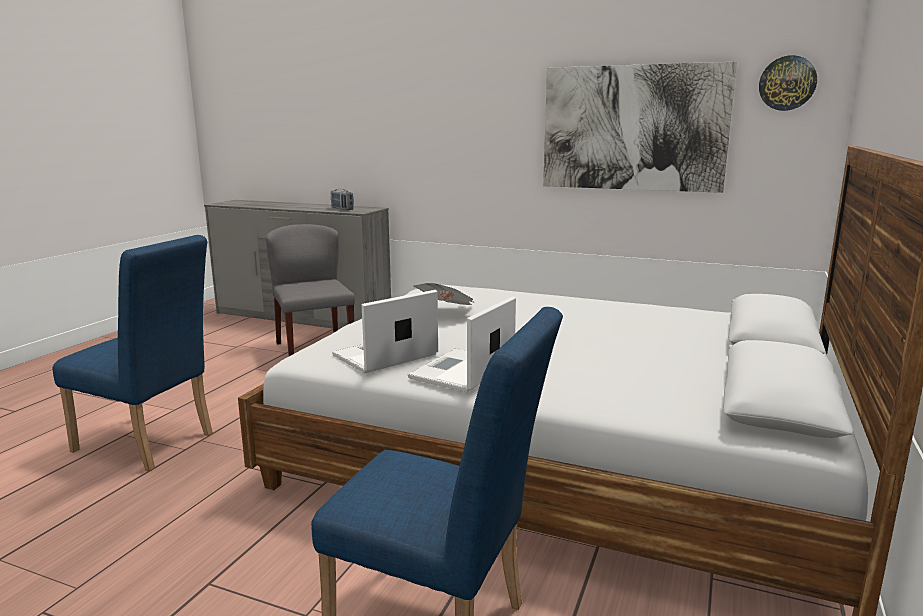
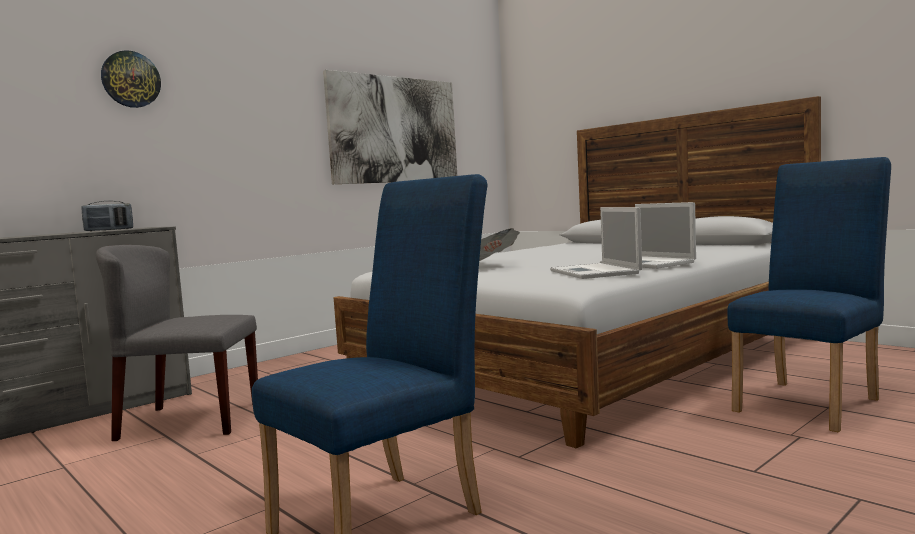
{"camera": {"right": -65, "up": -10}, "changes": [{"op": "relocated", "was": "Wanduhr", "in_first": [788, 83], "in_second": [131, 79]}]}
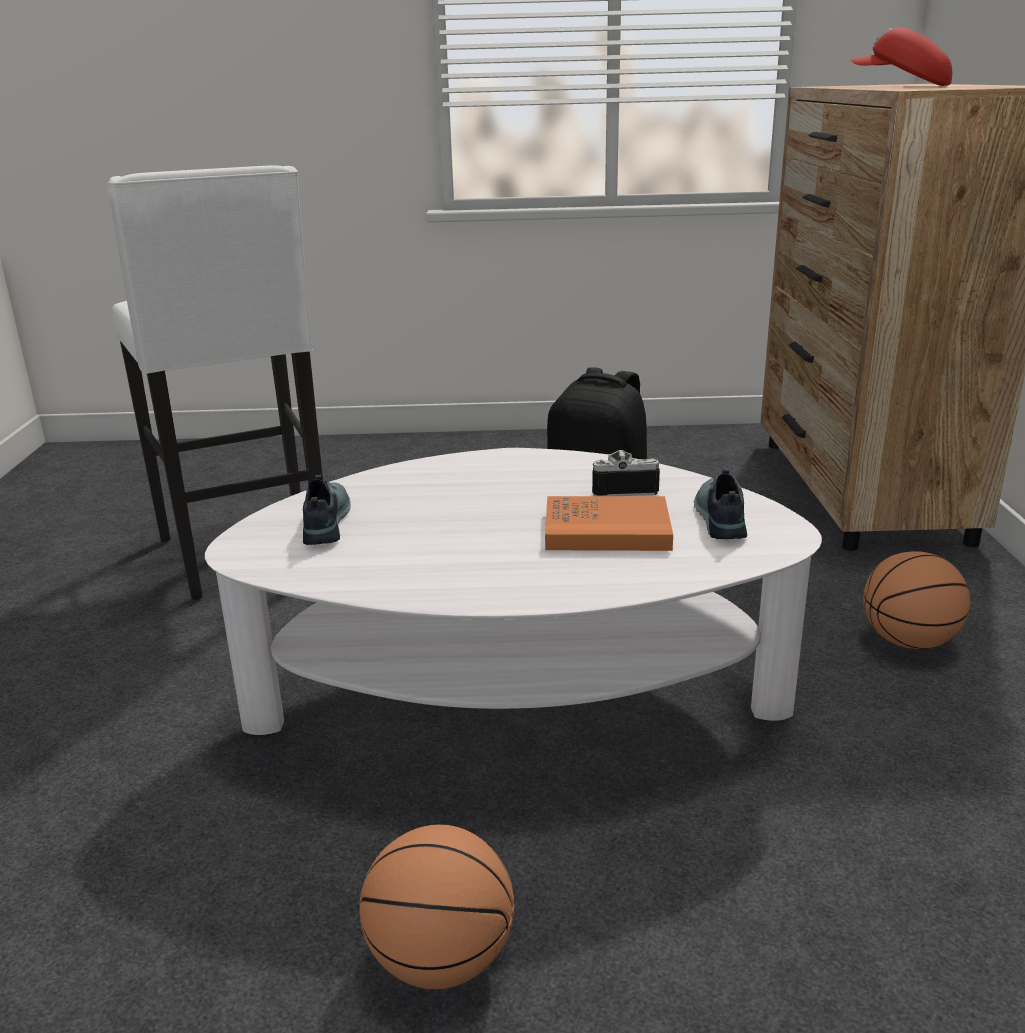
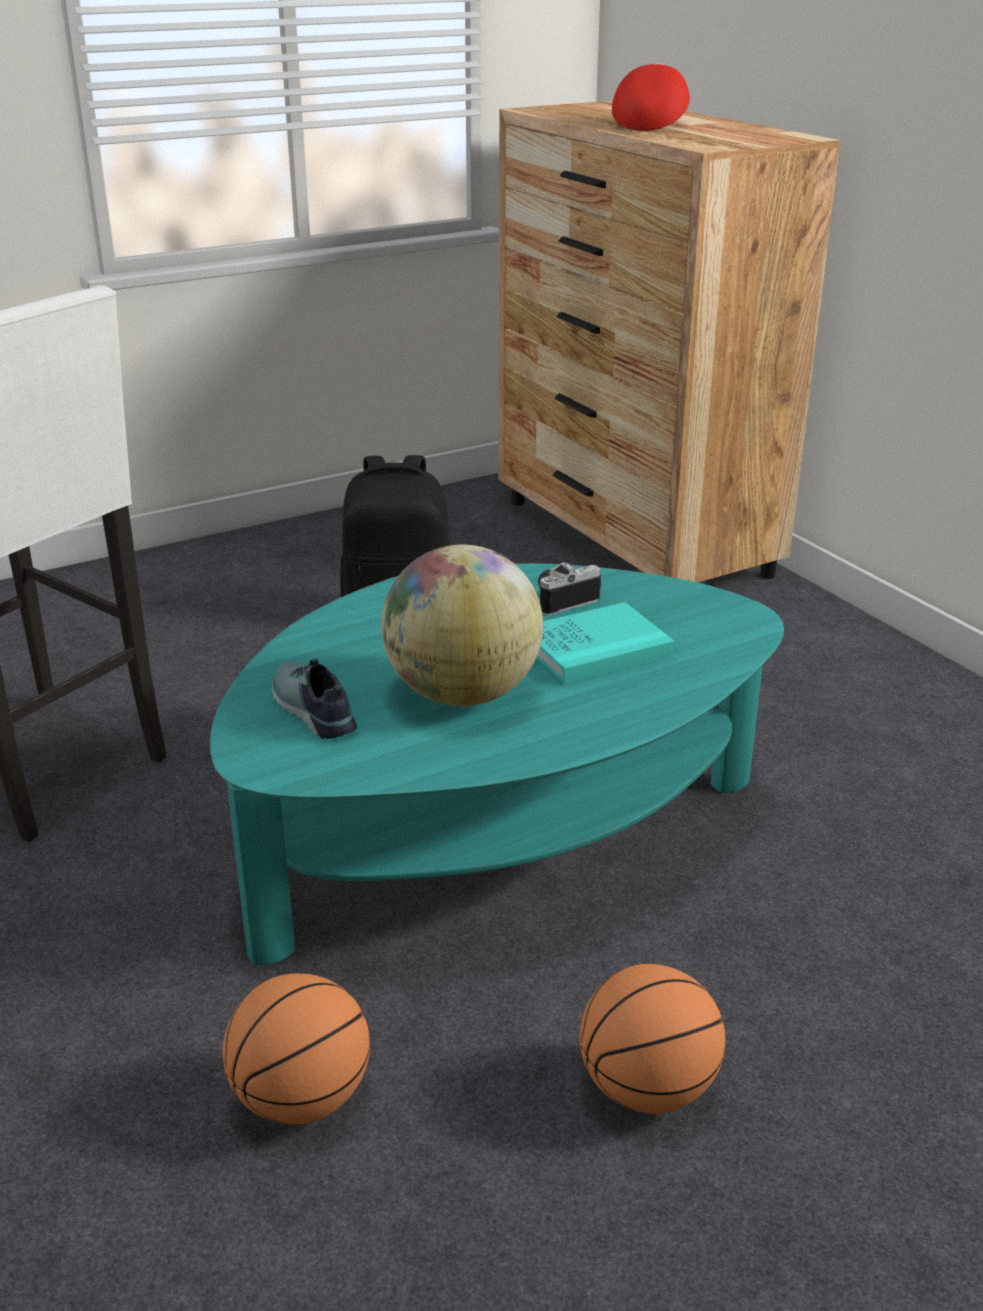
{"camera": {"right": -30, "up": 5}, "changes": [{"op": "missing", "was": "Schuh", "in_first": [720, 504]}, {"op": "appeared", "now": "Globus", "in_second": [462, 625]}, {"op": "relocated", "was": "Basketball", "in_first": [916, 600], "in_second": [296, 1049]}, {"op": "colour", "was": "Couchtisch (weiß)", "now": "Couchtisch (türkis)", "in_first": [513, 591], "in_second": [497, 764]}, {"op": "colour", "was": "Buch (orange)", "now": "Buch (türkis)", "in_first": [609, 523], "in_second": [606, 643]}, {"op": "spun", "was": "Kappe (rot)", "in_first": [901, 57], "in_second": [651, 97], "clockwise": 105}]}
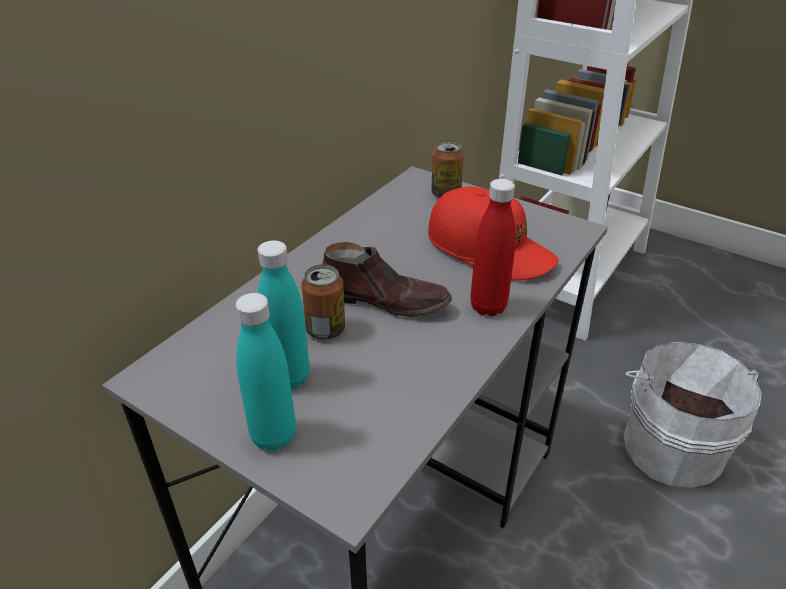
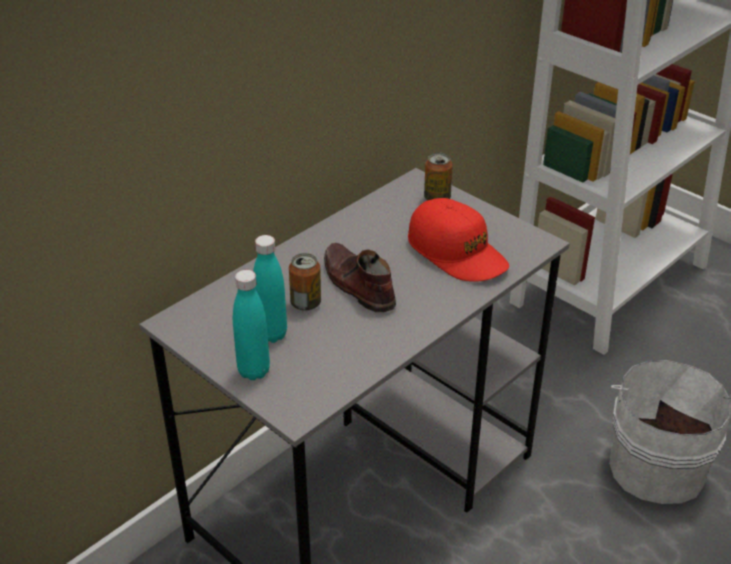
{"camera": {"right": 10, "up": 0}, "changes": [{"op": "missing", "was": "Flasche (rot)", "in_first": [493, 247]}, {"op": "spun", "was": "Schuh (braun)", "in_first": [387, 279], "in_second": [360, 278], "clockwise": -150}]}
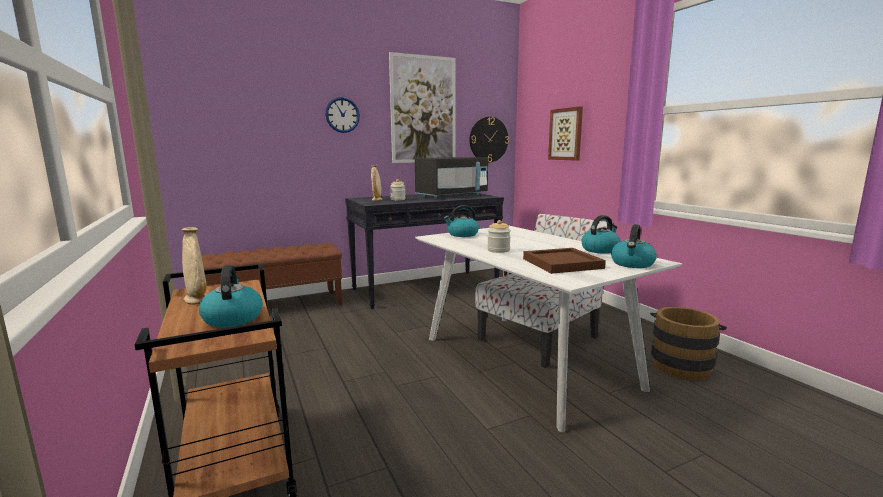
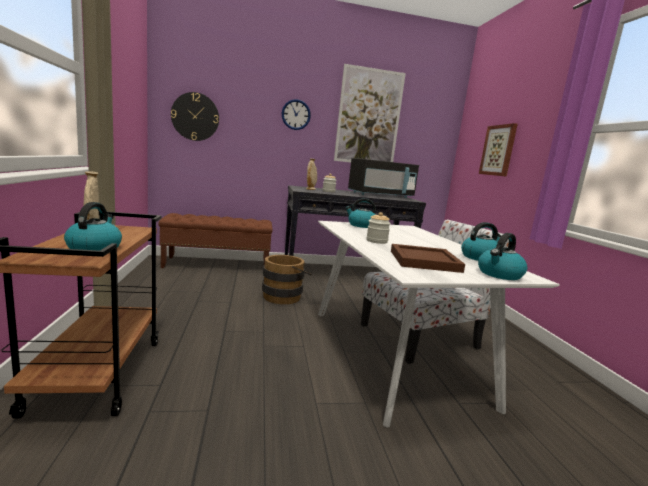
{"camera": {"right": 15, "up": 0}, "changes": [{"op": "relocated", "was": "Wanduhr", "in_first": [489, 139], "in_second": [195, 116]}, {"op": "relocated", "was": "Eimer (braun)", "in_first": [688, 344], "in_second": [287, 279]}]}
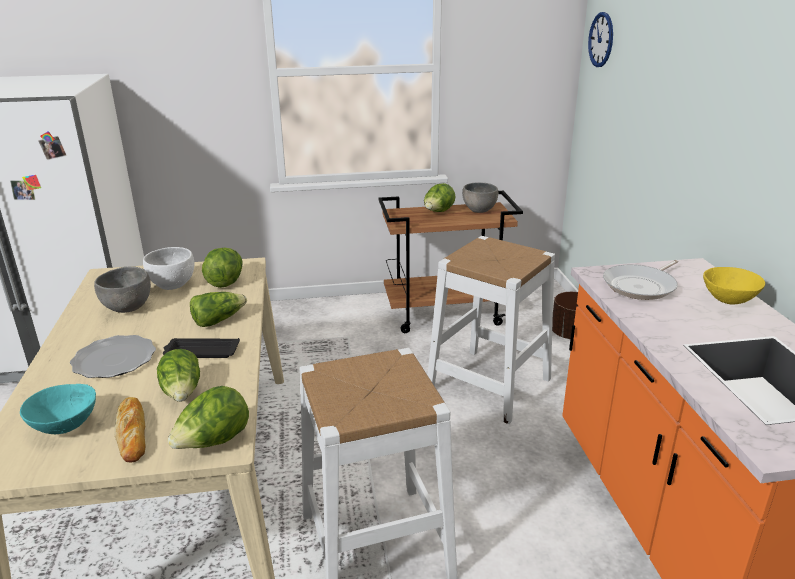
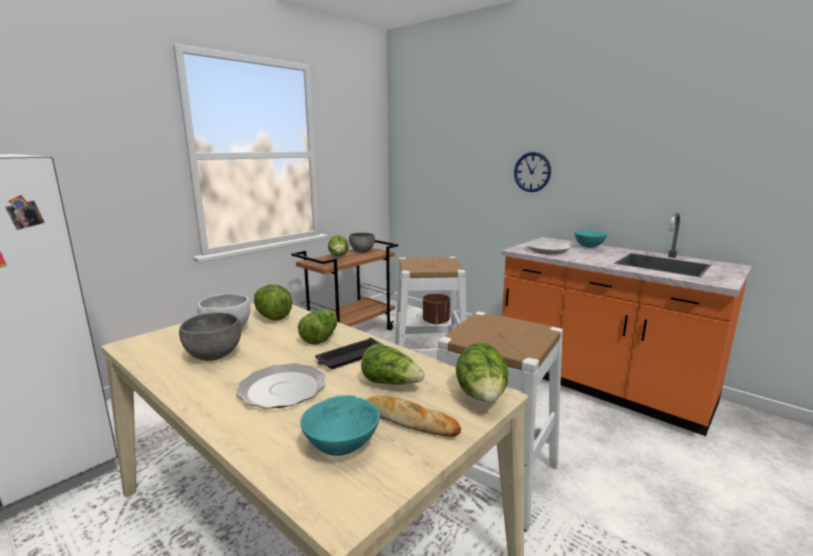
{"camera": {"right": -40, "up": -10}, "changes": [{"op": "relocated", "was": "Wanduhr", "in_first": [600, 39], "in_second": [532, 172]}, {"op": "colour", "was": "Schüssel (gelb)", "now": "Schüssel (türkis)", "in_first": [734, 286], "in_second": [590, 239]}]}
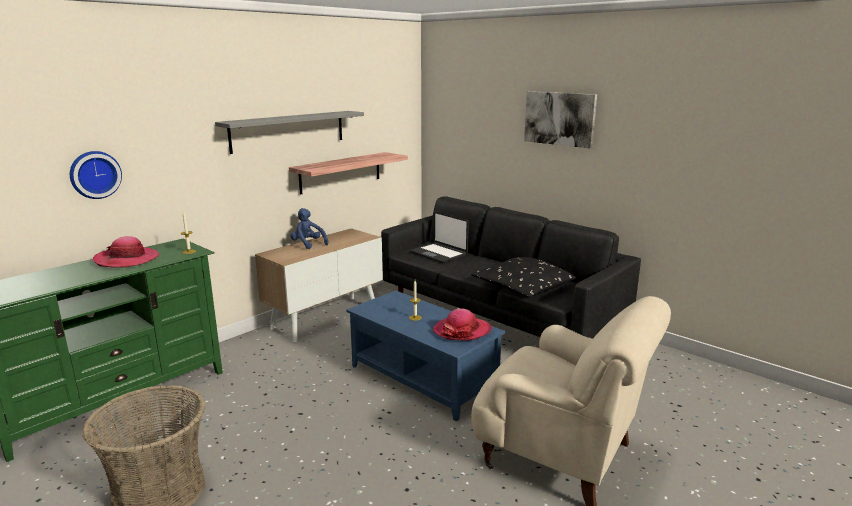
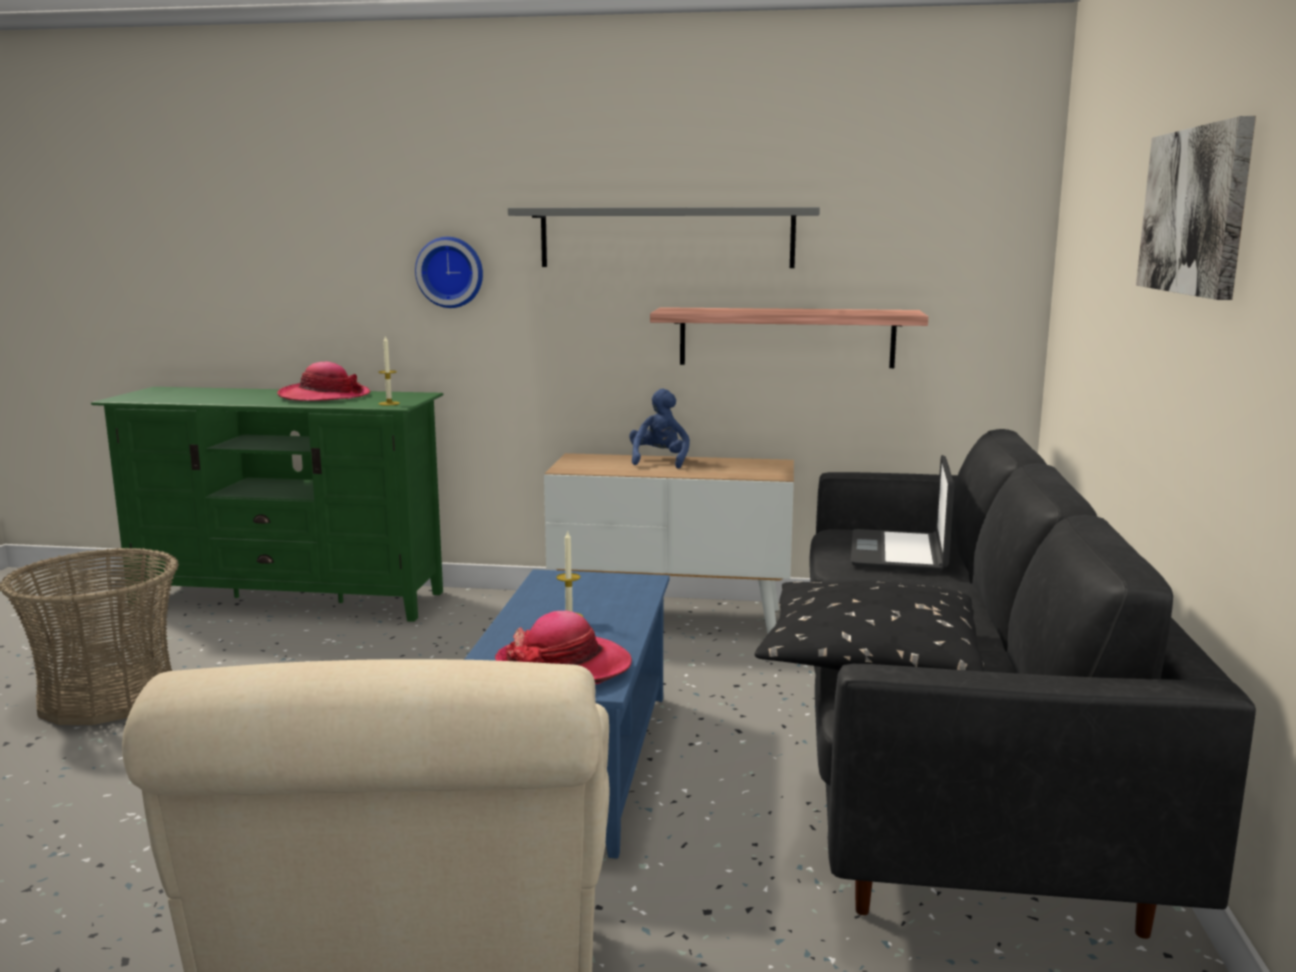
{"camera": {"right": 55, "up": -5}, "changes": [{"op": "relocated", "was": "Wanduhr", "in_first": [96, 175], "in_second": [449, 272]}]}
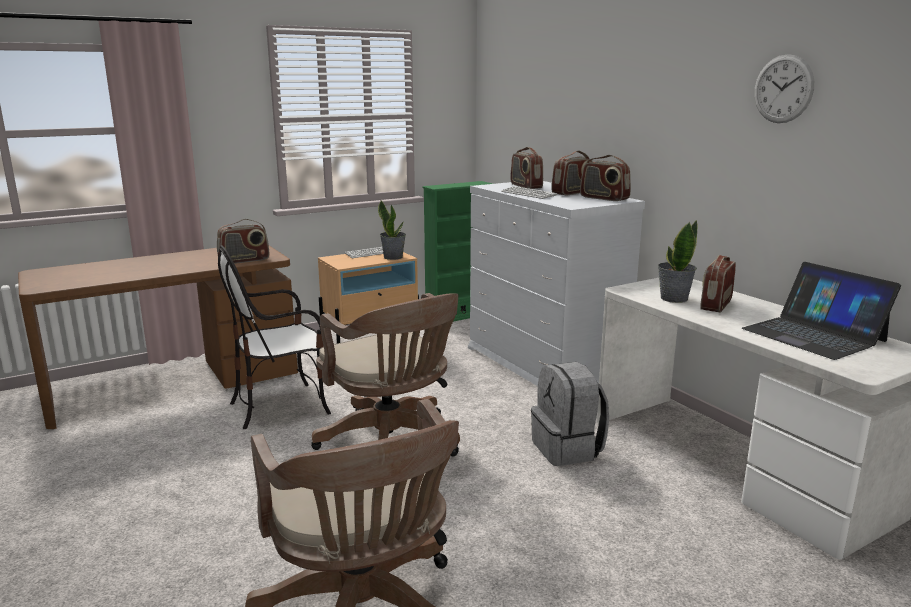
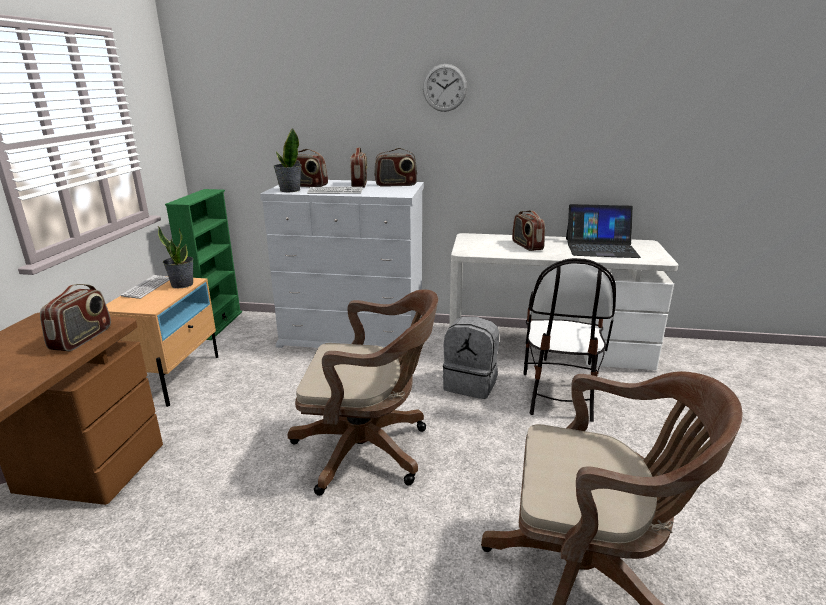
{"camera": {"right": -50, "up": 5}, "changes": [{"op": "relocated", "was": "Stuhl", "in_first": [274, 337], "in_second": [569, 340]}, {"op": "relocated", "was": "Topfpflanze", "in_first": [678, 261], "in_second": [287, 160]}, {"op": "relocated", "was": "Wanduhr", "in_first": [784, 88], "in_second": [445, 88]}]}
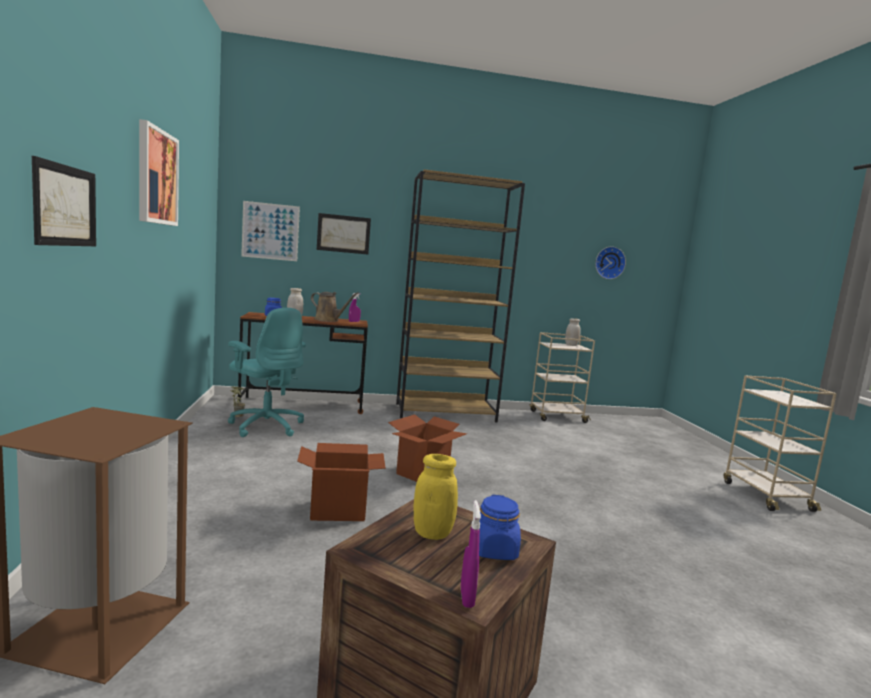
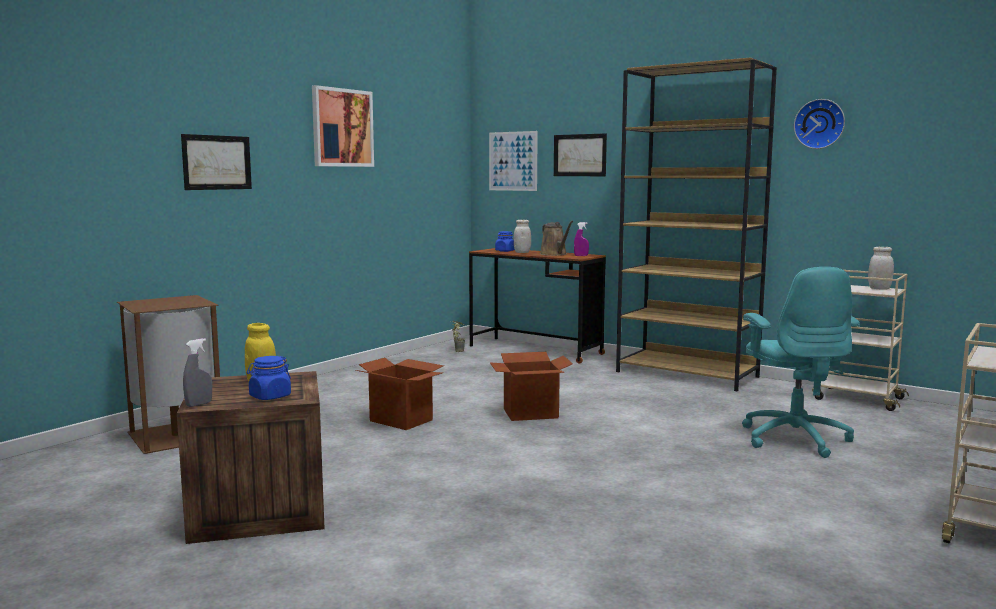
{"camera": {"right": 45, "up": 0}, "changes": [{"op": "relocated", "was": "Bürostuhl (türkis)", "in_first": [267, 372], "in_second": [801, 362]}, {"op": "relocated", "was": "Wanduhr", "in_first": [610, 263], "in_second": [819, 124]}, {"op": "colour", "was": "Sprühflasche (lila)", "now": "Sprühflasche (grau)", "in_first": [471, 554], "in_second": [197, 372]}]}
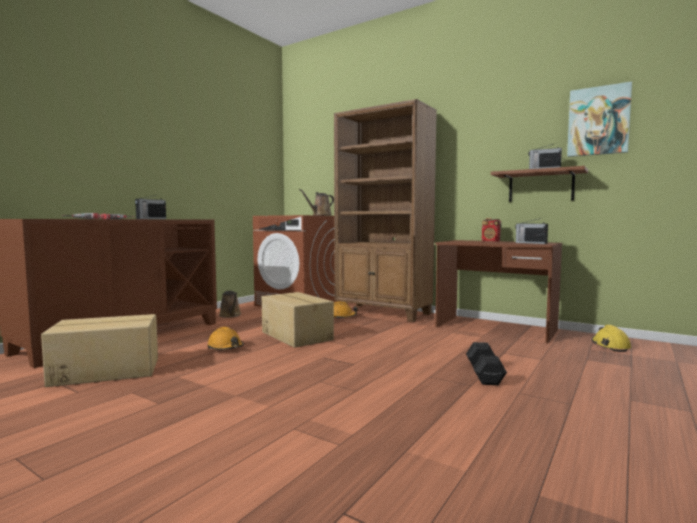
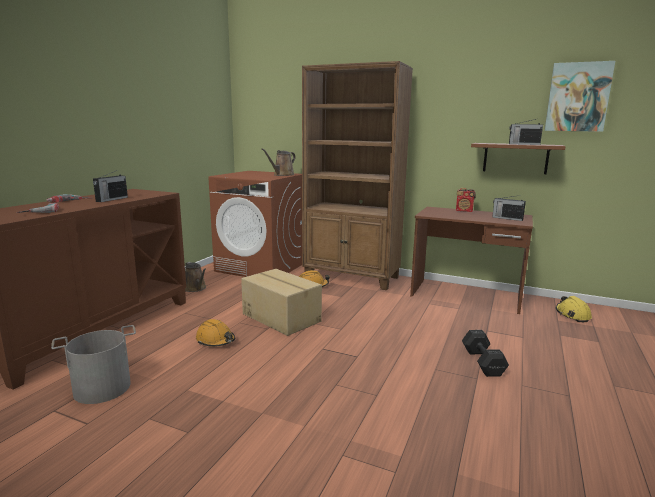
{"camera": {"right": -10, "up": 10}, "changes": [{"op": "exchanged", "was": "Karton", "now": "Eimer (grau)", "in_first": [99, 350], "in_second": [93, 364]}]}
